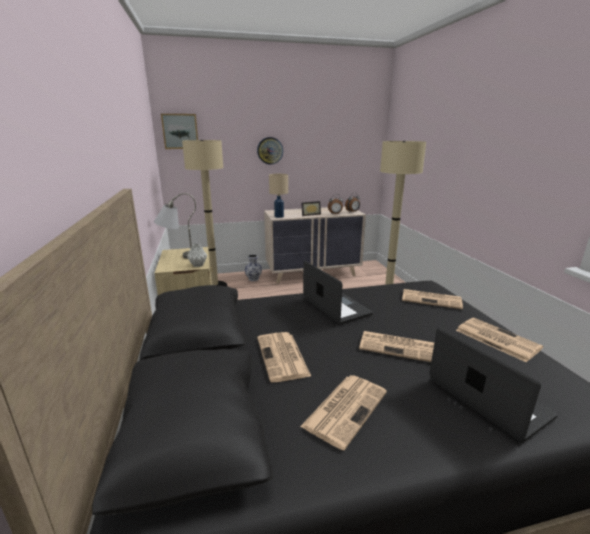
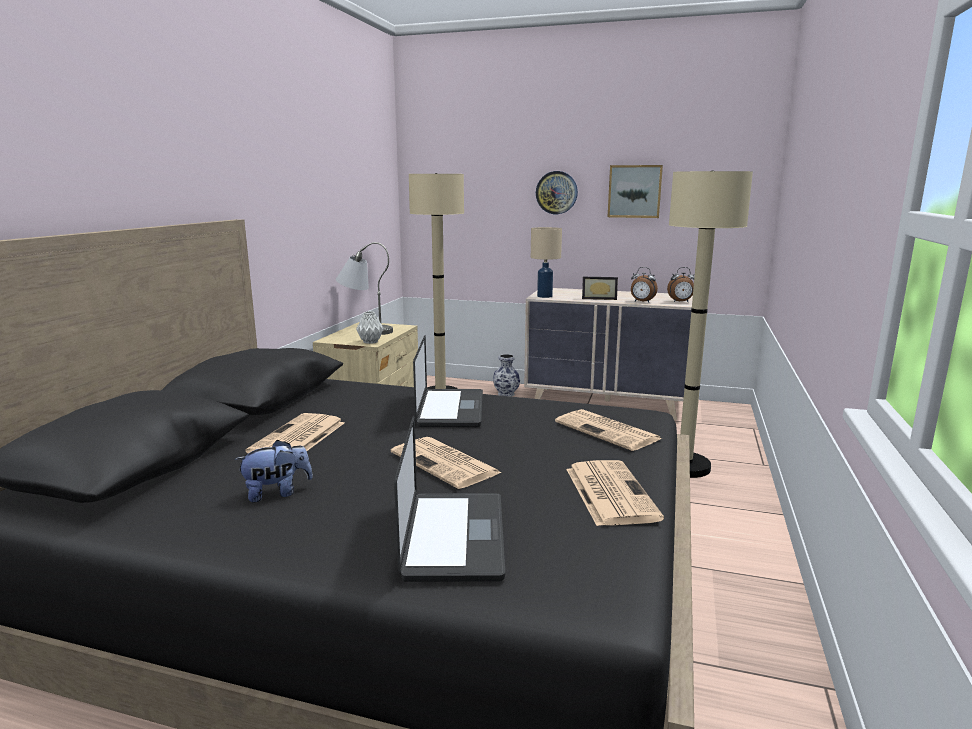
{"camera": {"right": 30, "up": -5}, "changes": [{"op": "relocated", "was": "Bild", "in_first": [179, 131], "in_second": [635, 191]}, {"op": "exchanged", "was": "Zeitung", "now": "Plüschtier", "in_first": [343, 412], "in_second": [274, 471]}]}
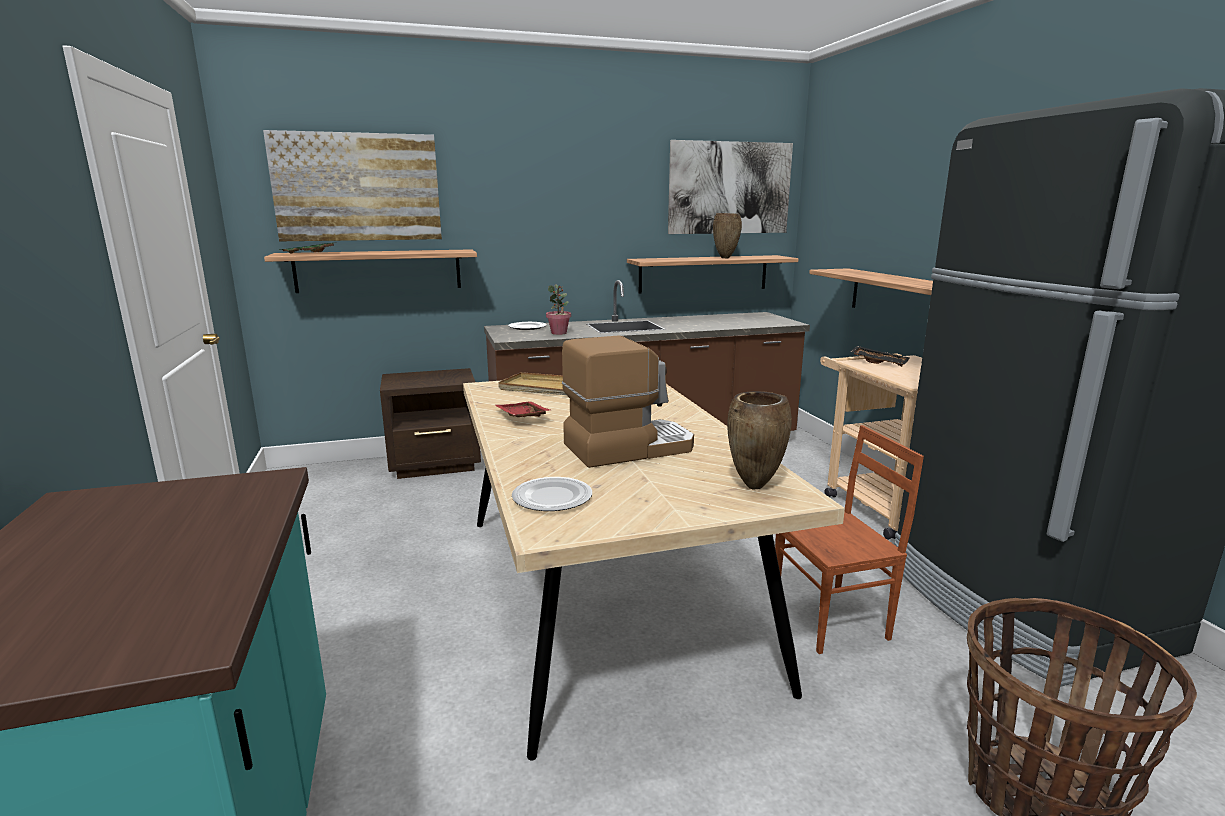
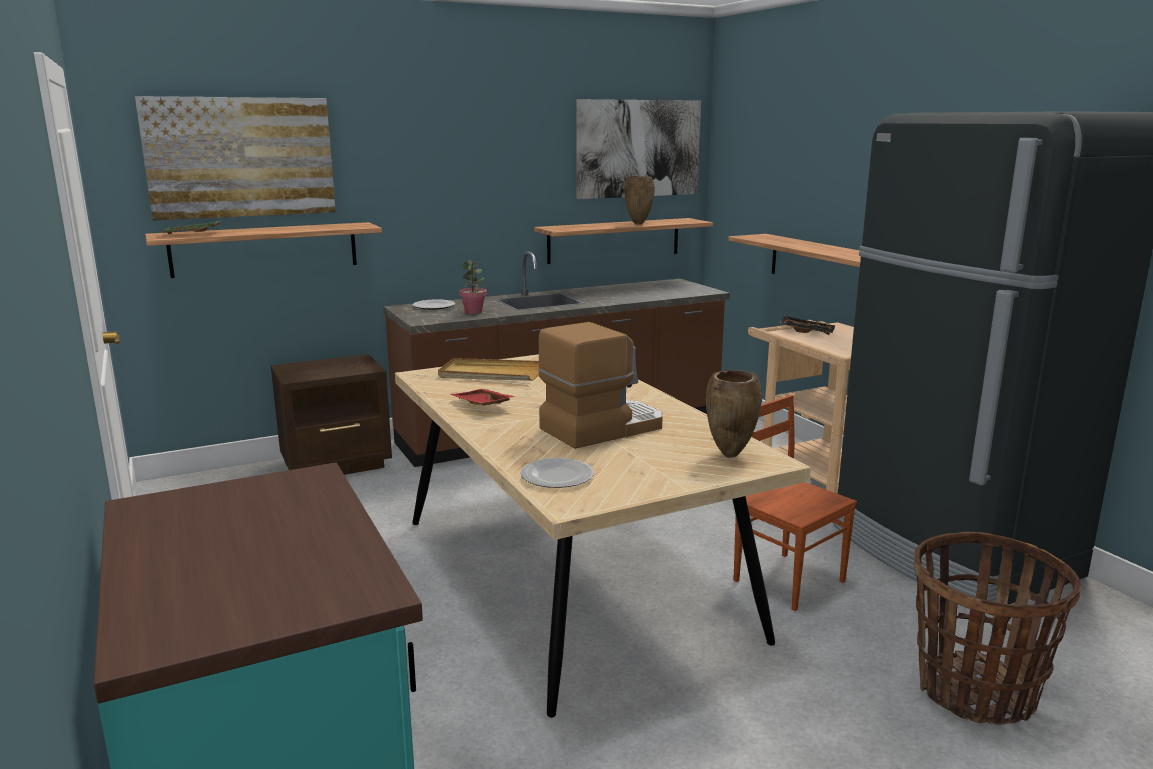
{"camera": {"right": -10, "up": 0}, "changes": [{"op": "spun", "was": "Stuhl (braun)", "in_first": [849, 539], "in_second": [795, 503], "clockwise": -105}]}
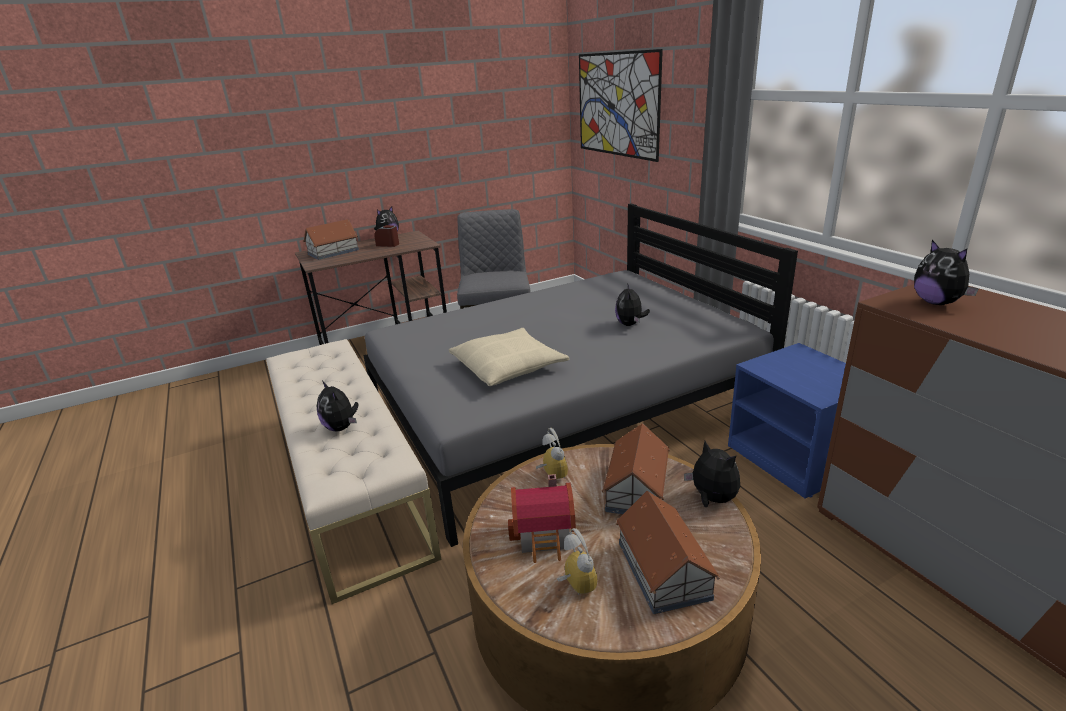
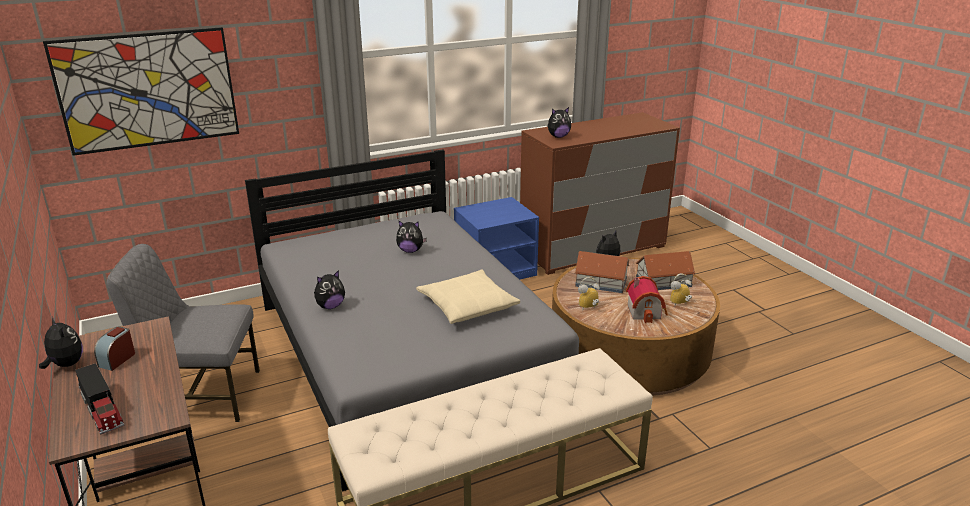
{"camera": {"right": -90, "up": 0}, "changes": [{"op": "relocated", "was": "Plüschtier", "in_first": [337, 406], "in_second": [329, 289]}, {"op": "exchanged", "was": "Spielzeughaus", "now": "Spielzeuglaster", "in_first": [331, 239], "in_second": [100, 399]}]}
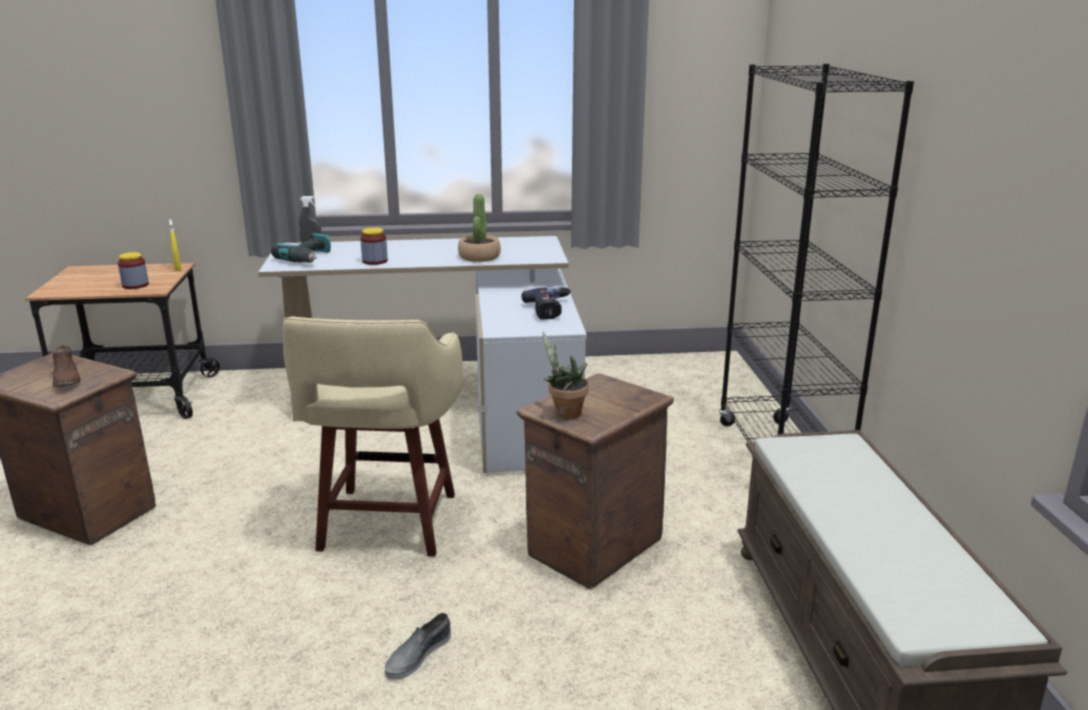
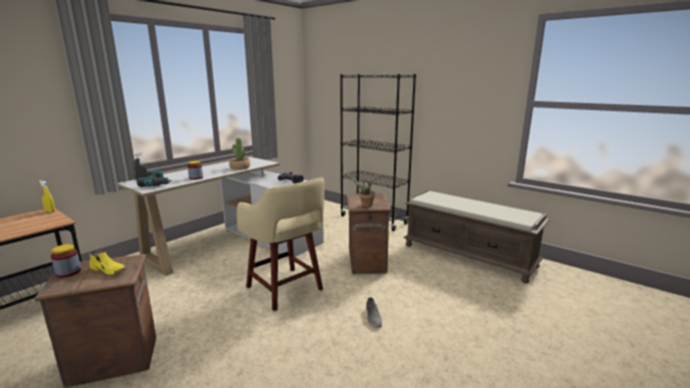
{"camera": {"right": -45, "up": -5}, "changes": [{"op": "relocated", "was": "Vorratsglas", "in_first": [133, 270], "in_second": [66, 261]}, {"op": "colour", "was": "Schuh (braun)", "now": "Schuh (gelb)", "in_first": [66, 366], "in_second": [108, 263]}]}
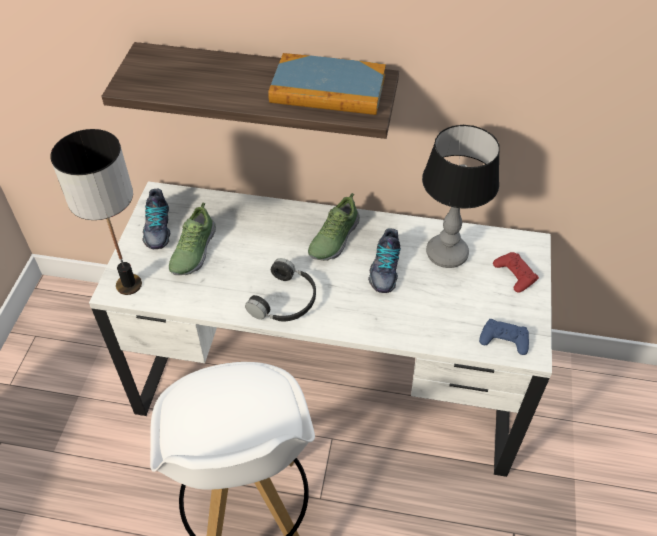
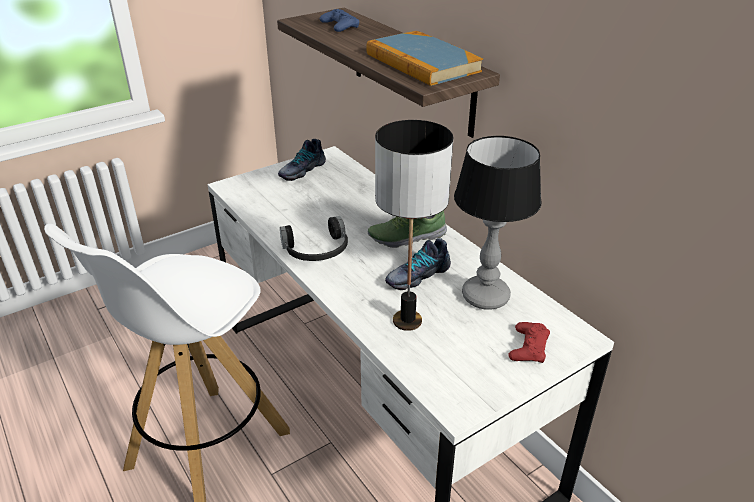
{"camera": {"right": 45, "up": -15}, "changes": [{"op": "missing", "was": "Schuh", "in_first": [192, 238]}, {"op": "relocated", "was": "Tischlampe", "in_first": [96, 212], "in_second": [414, 225]}, {"op": "relocated", "was": "Gamepad (blau)", "in_first": [504, 337], "in_second": [339, 20]}]}
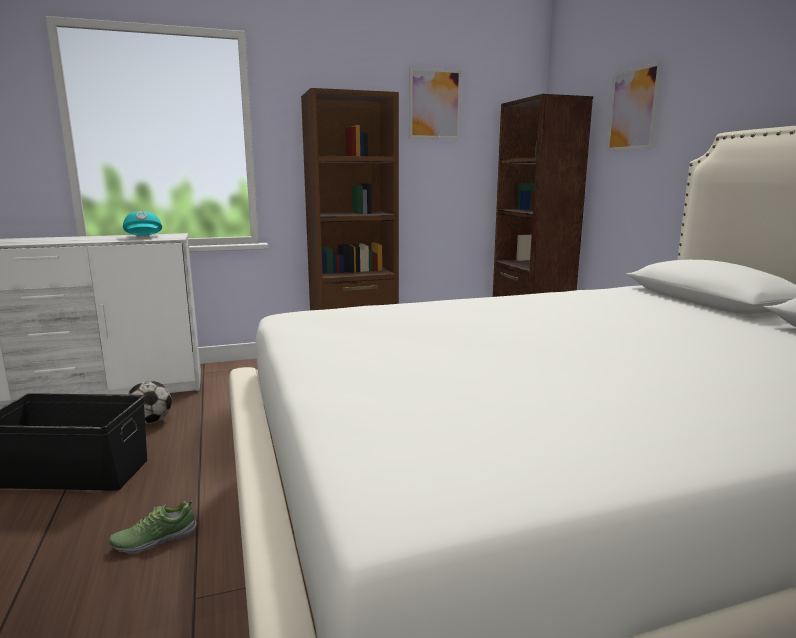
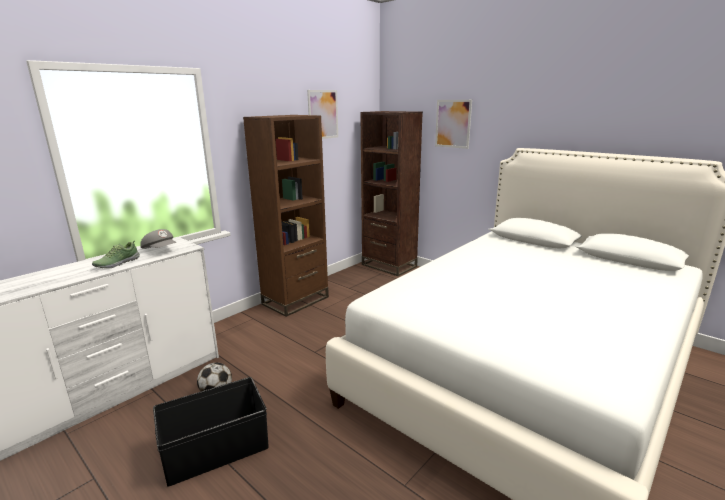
{"camera": {"right": -30, "up": 5}, "changes": [{"op": "relocated", "was": "Schuh", "in_first": [152, 527], "in_second": [116, 254]}, {"op": "colour", "was": "Kappe (türkis)", "now": "Kappe (grau)", "in_first": [142, 223], "in_second": [158, 239]}]}
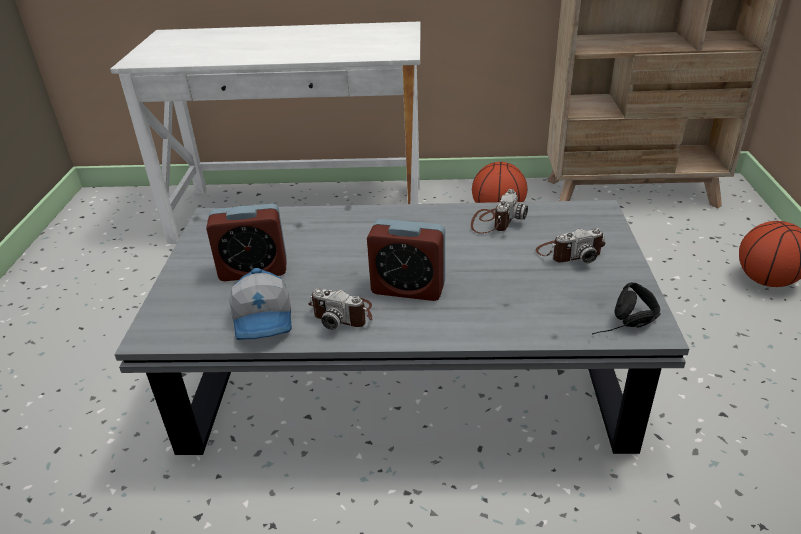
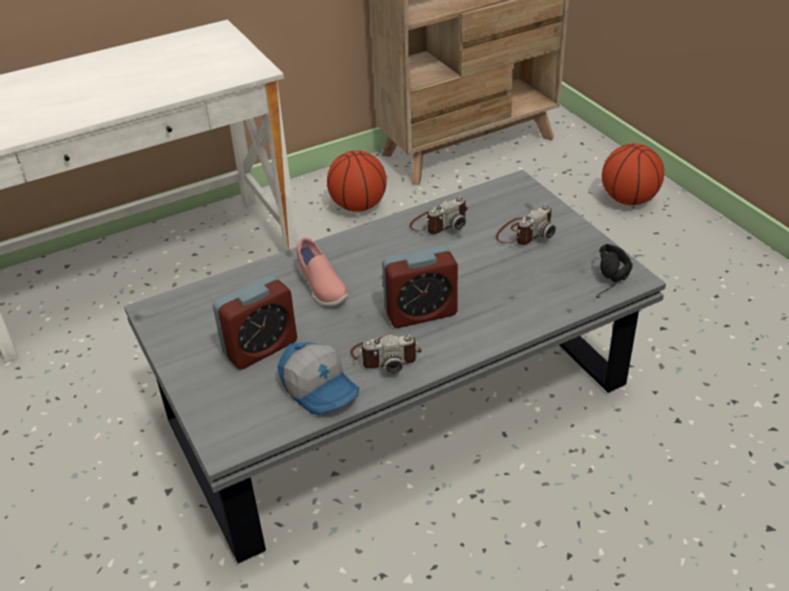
{"camera": {"right": -30, "up": 5}, "changes": [{"op": "appeared", "now": "Schuh (rosa)", "in_second": [323, 271]}, {"op": "spun", "was": "Kamera", "in_first": [499, 211], "in_second": [438, 215], "clockwise": 60}]}
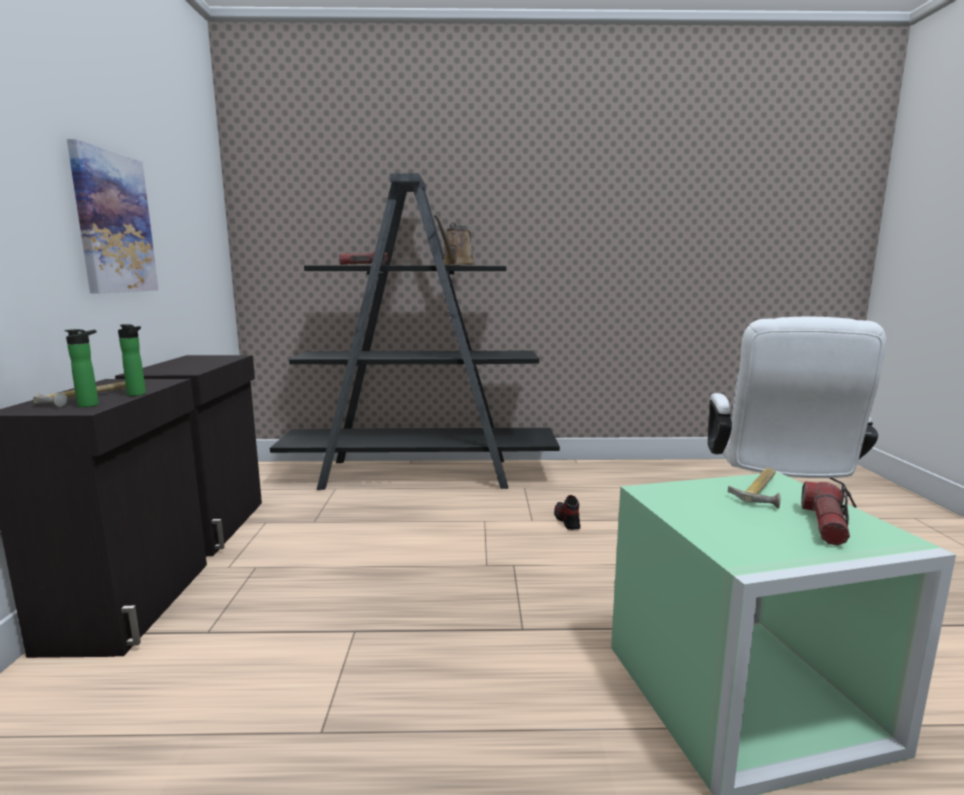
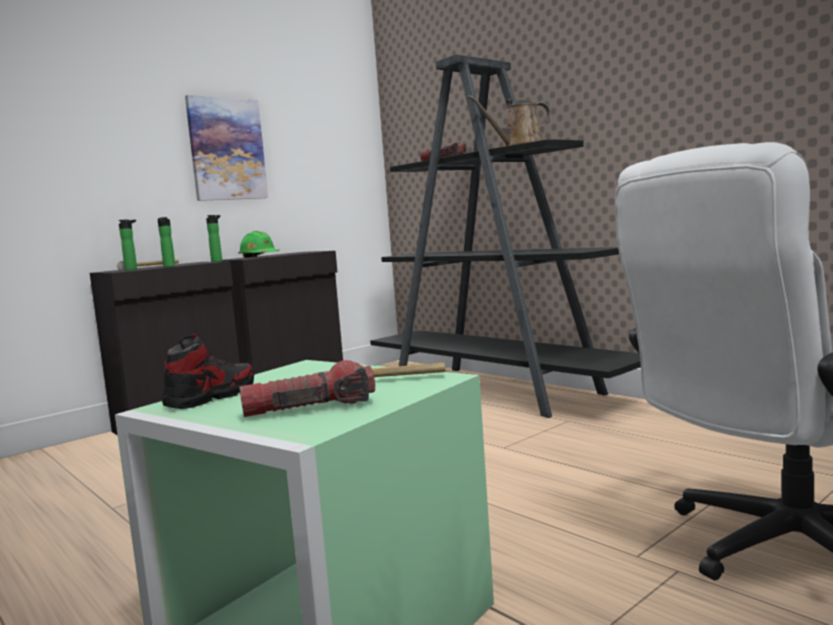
{"camera": {"right": 50, "up": -5}, "changes": [{"op": "appeared", "now": "Flasche", "in_second": [214, 238]}, {"op": "appeared", "now": "Schutzhelm (grün)", "in_second": [259, 244]}, {"op": "relocated", "was": "Schuh", "in_first": [567, 512], "in_second": [208, 371]}]}
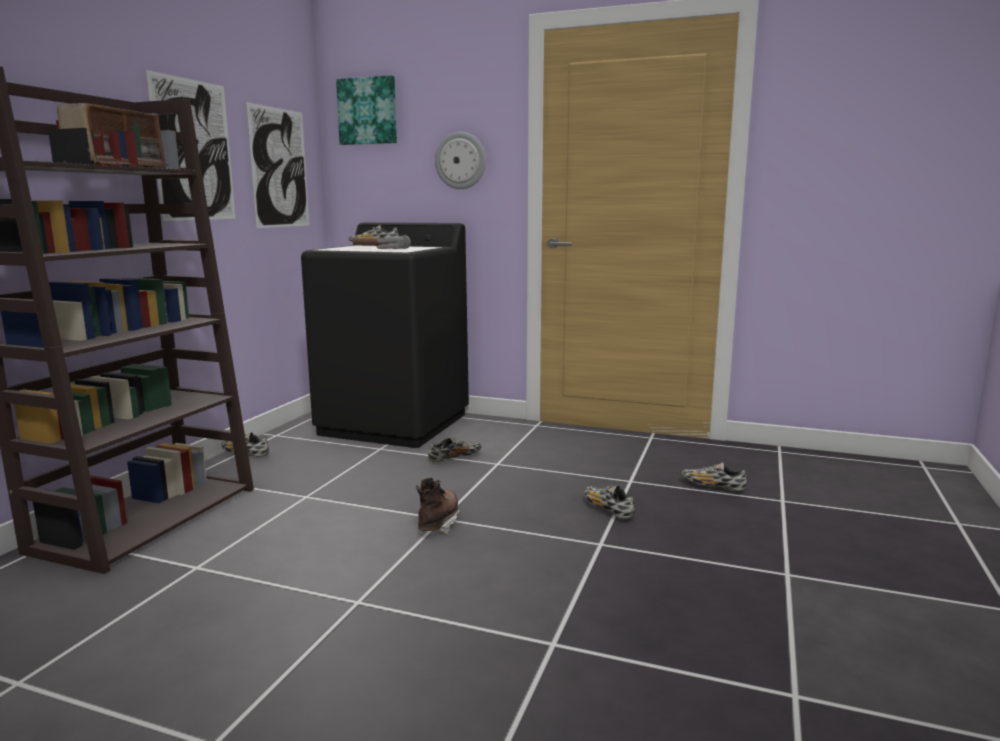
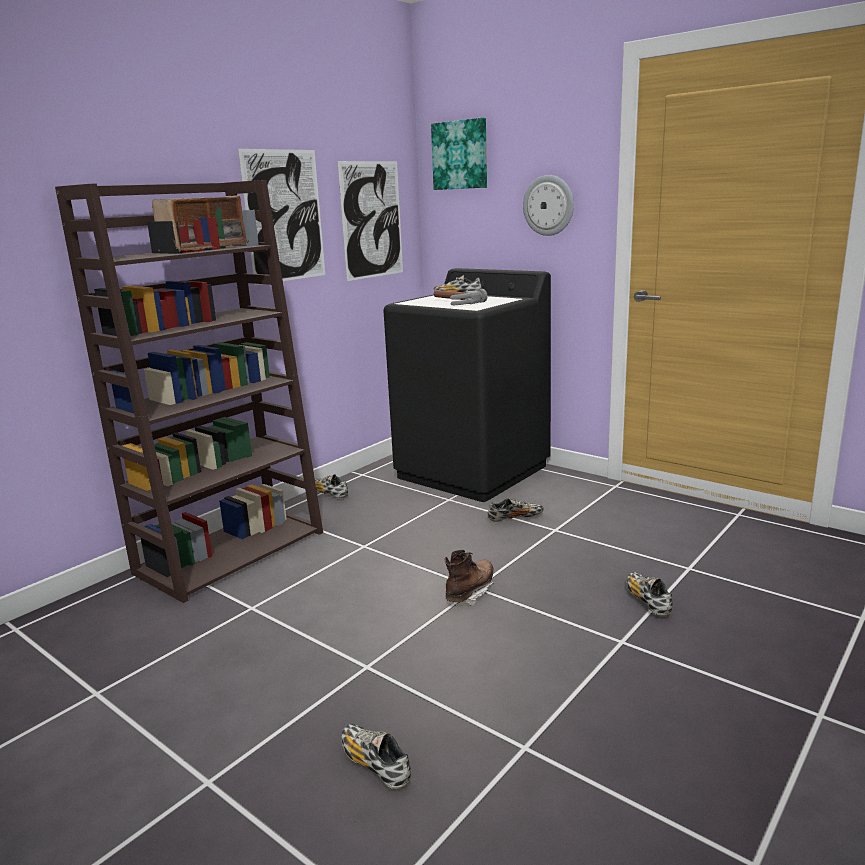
{"camera": {"right": 20, "up": 5}, "changes": [{"op": "relocated", "was": "Schuh", "in_first": [714, 476], "in_second": [376, 756]}]}
